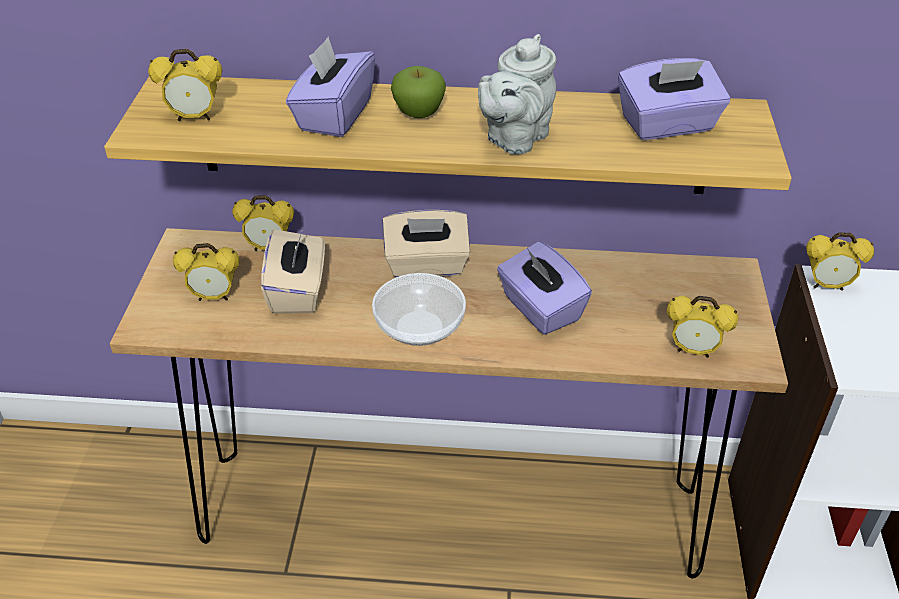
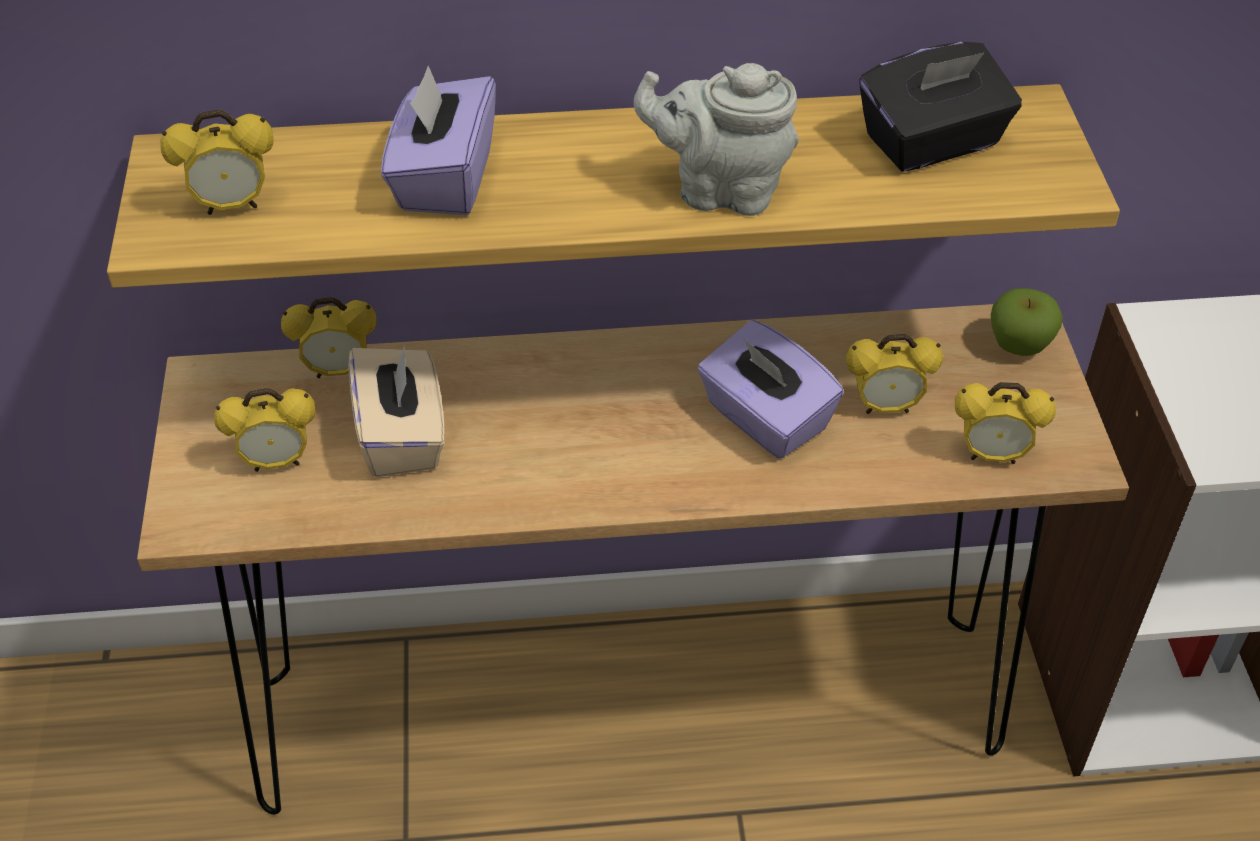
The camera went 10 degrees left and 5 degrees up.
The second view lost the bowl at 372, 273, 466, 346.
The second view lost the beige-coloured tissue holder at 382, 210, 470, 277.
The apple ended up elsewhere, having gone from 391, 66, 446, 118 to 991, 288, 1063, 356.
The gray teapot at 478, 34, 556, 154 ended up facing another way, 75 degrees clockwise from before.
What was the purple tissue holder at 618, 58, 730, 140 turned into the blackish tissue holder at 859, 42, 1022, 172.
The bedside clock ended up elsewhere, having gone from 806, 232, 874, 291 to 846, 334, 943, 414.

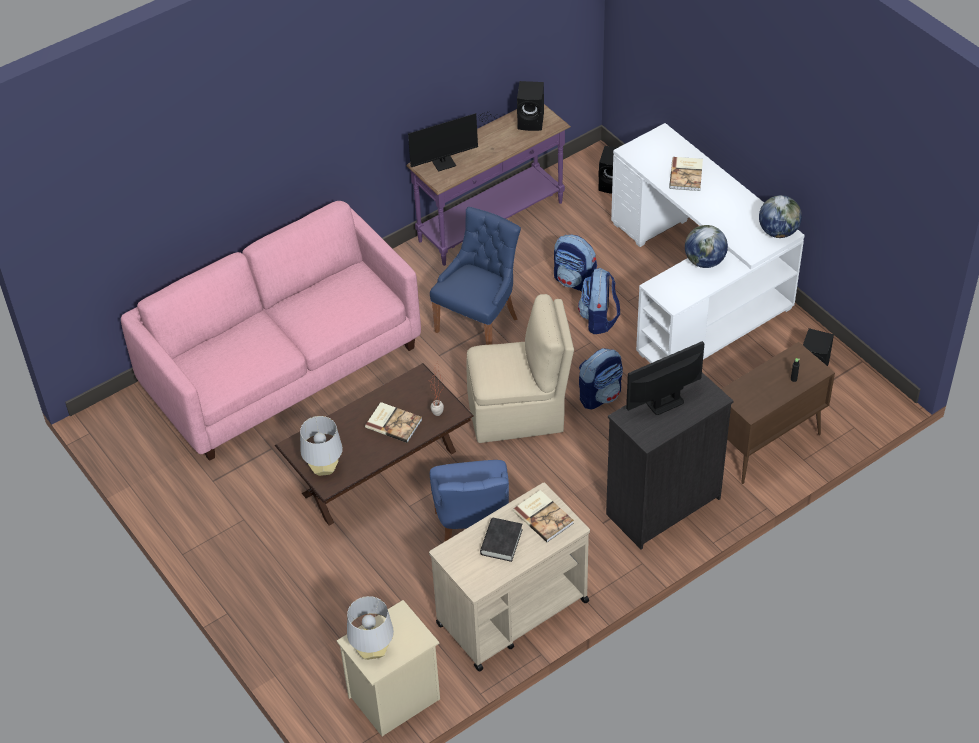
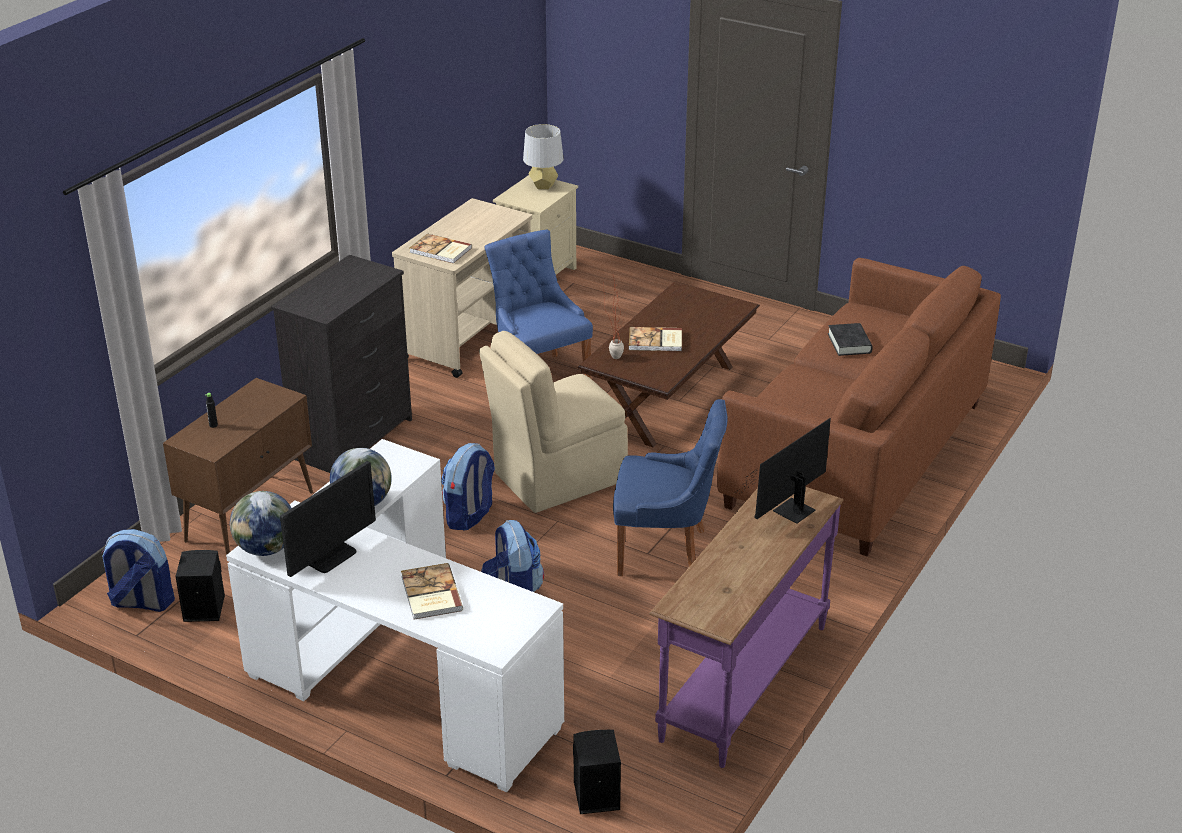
The camera went 155 degrees right and 15 degrees down.
What was the pinkish couch at 121, 201, 421, 461 turned into the brownish couch at 717, 258, 1001, 556.
The second view lost the gray lamp for a table at 300, 416, 343, 476.
The blue-coloured plain chair at 430, 207, 521, 345 ended up facing another way, 90 degrees counterclockwise from before.
The blackish bound book ended up elsewhere, having gone from 480, 518, 523, 562 to 828, 323, 873, 356.
The second view lost the blackish speaker at 517, 81, 544, 131.
The rucksack ended up elsewhere, having gone from 554, 235, 597, 292 to 101, 529, 175, 612.
The monitor ended up elsewhere, having gone from 626, 341, 705, 415 to 280, 461, 376, 577.

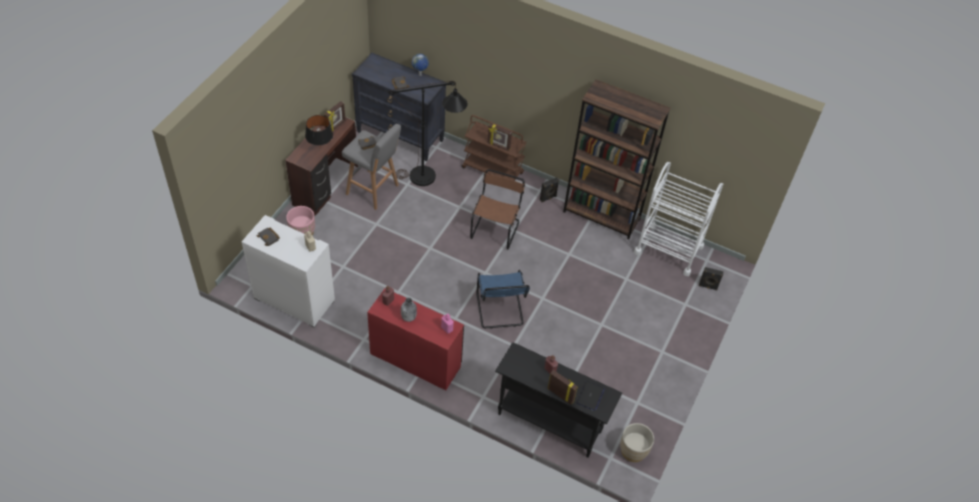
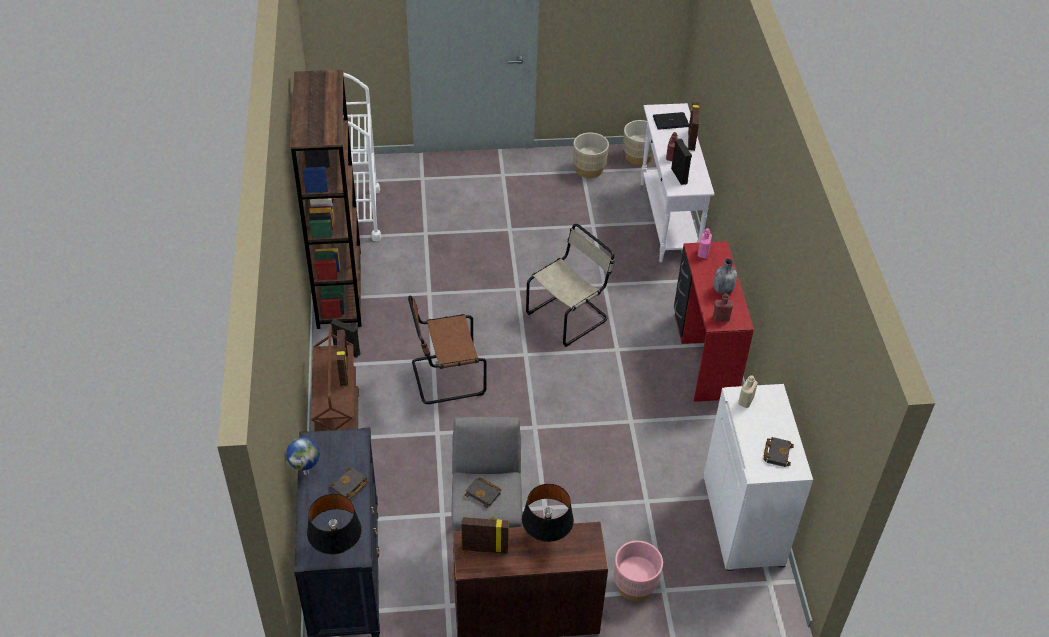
The camera went 120 degrees left and 5 degrees down.
The second view lost the blackish standing lamp at 388, 81, 468, 186.
What was the blue-coloured plain chair at 476, 270, 530, 329 turned into the beige-coloured plain chair at 526, 224, 615, 347.
What was the blackish console table at 495, 342, 622, 458 turned into the white-coloured console table at 641, 103, 715, 262.
The blackish speaker ended up elsewhere, having gone from 699, 267, 724, 290 to 671, 139, 692, 185.
The second view gained the blackish lamp for a table at 307, 494, 362, 554.
The second view gained the beige-coloured flower pot at 573, 133, 609, 178.

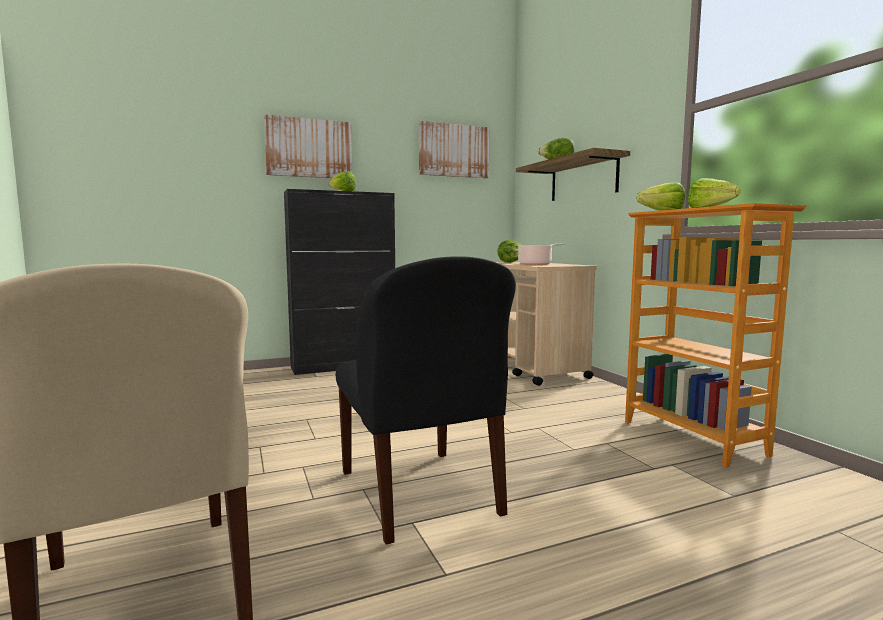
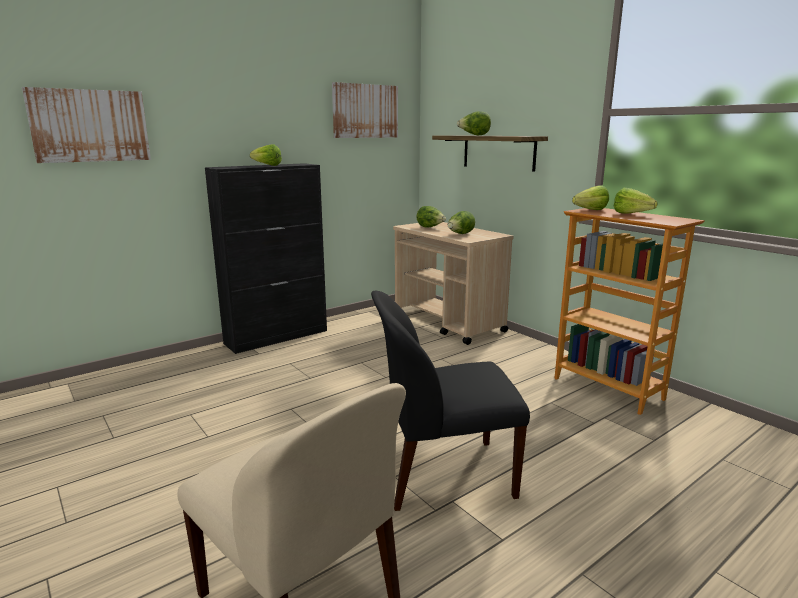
The camera went 15 degrees left and 10 degrees up.
The wall picture ended up elsewhere, having gone from 264, 114, 352, 178 to 22, 87, 151, 163.
The blackish plain chair at 336, 256, 516, 545 ended up facing another way, 120 degrees clockwise from before.
Where the saucepot stood at 517, 243, 565, 265, the lettuce came to stand at 448, 211, 475, 234.

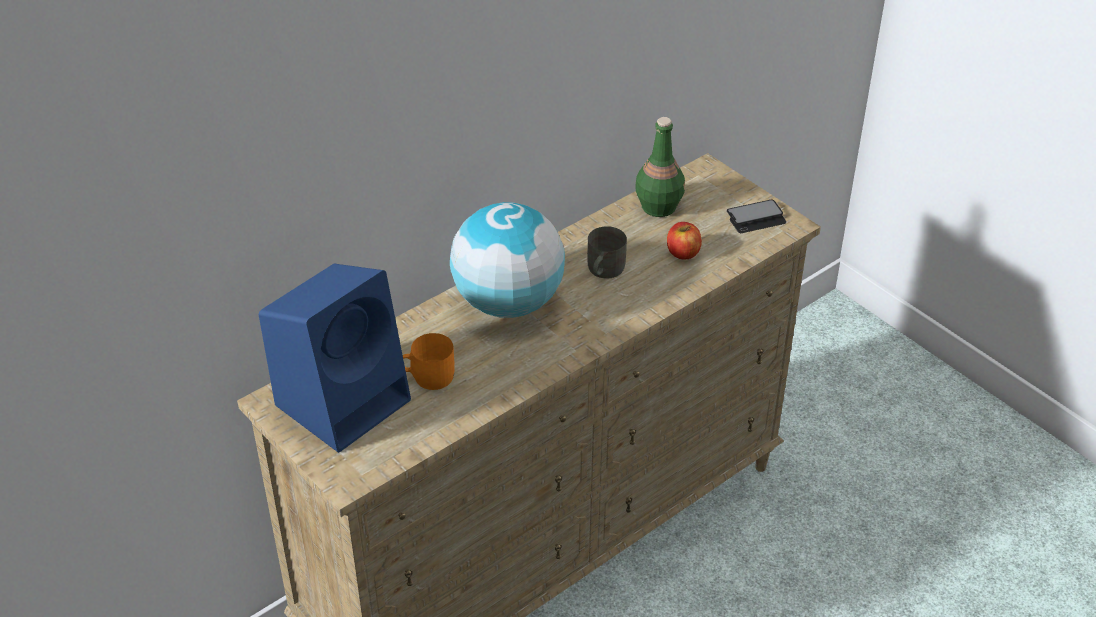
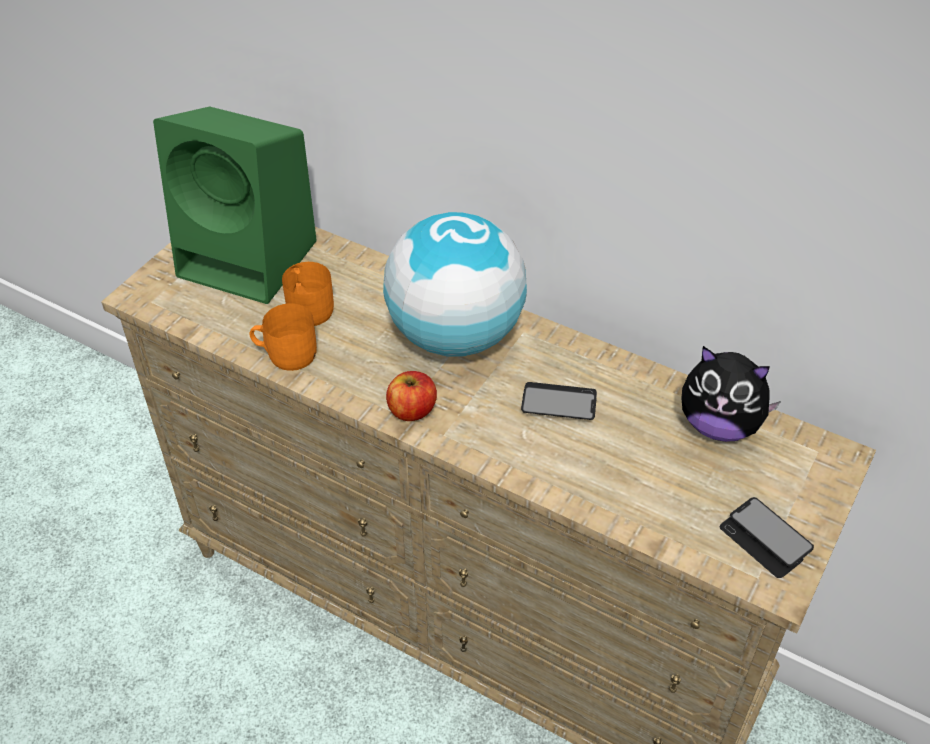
The camera went 70 degrees right and 5 degrees up.
What was the blue-coloured speaker at 259, 264, 411, 453 turned into the greenish speaker at 153, 107, 317, 304.
Where the gray tea mug stood at 587, 226, 627, 279, the telephone came to stand at 521, 382, 597, 420.
Where the greenish drink bottle stood at 635, 117, 685, 217, the plush toy came to stand at 681, 346, 781, 442.
The apple ended up elsewhere, having gone from 667, 222, 702, 260 to 386, 371, 437, 421.
The second view gained the orange tea mug at 250, 303, 317, 371.

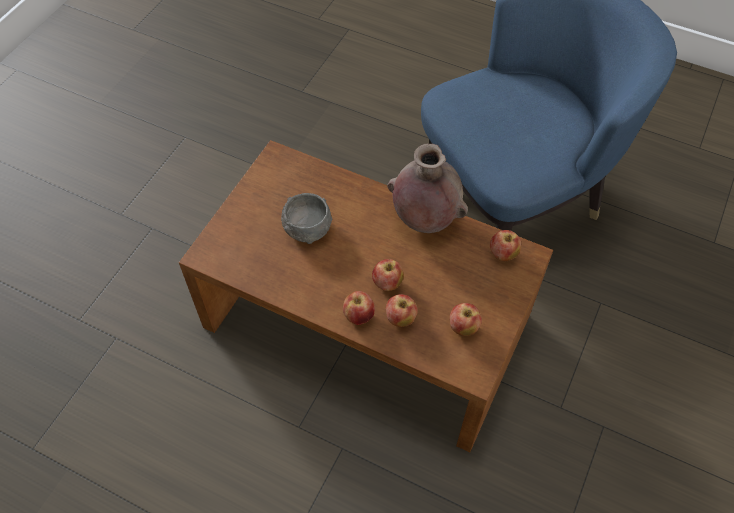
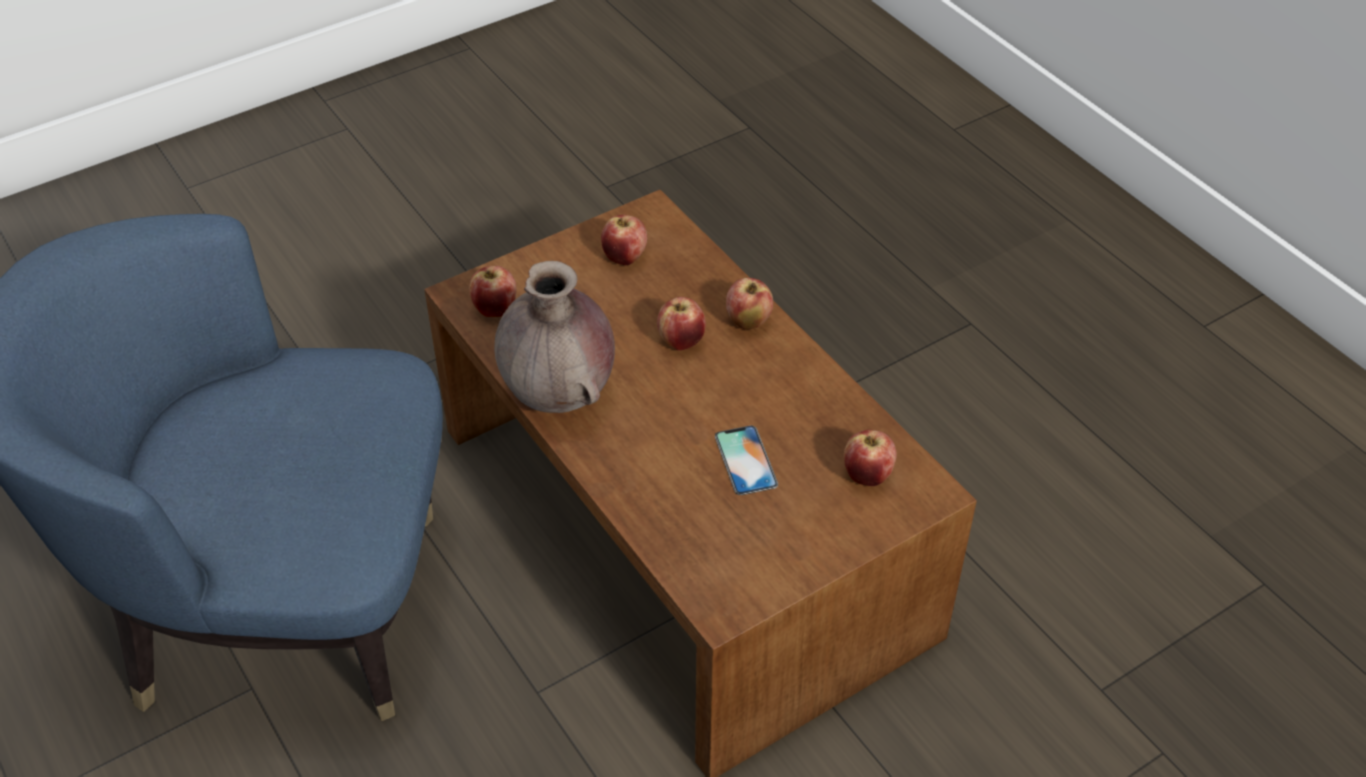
The camera went 150 degrees left and 10 degrees down.
Where the gray bowl stood at 281, 193, 332, 244, the telephone came to stand at 715, 426, 778, 495.
The apple ended up elsewhere, having gone from 386, 294, 418, 327 to 844, 429, 897, 486.

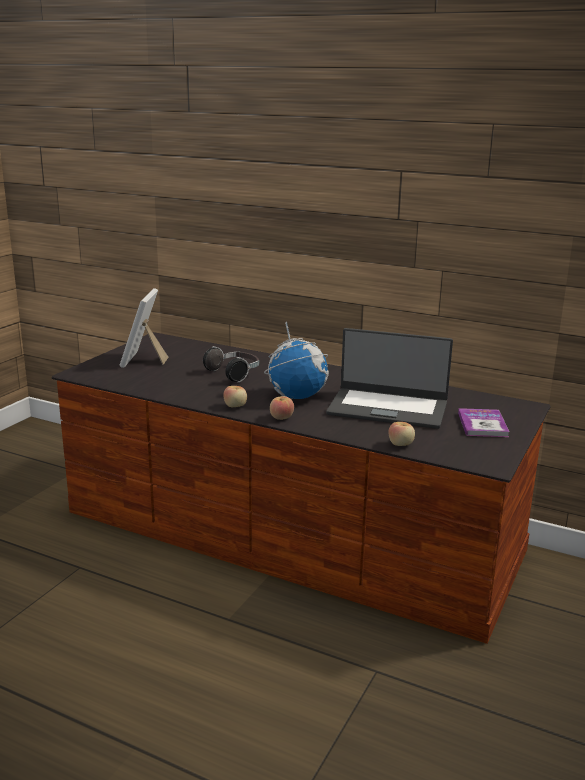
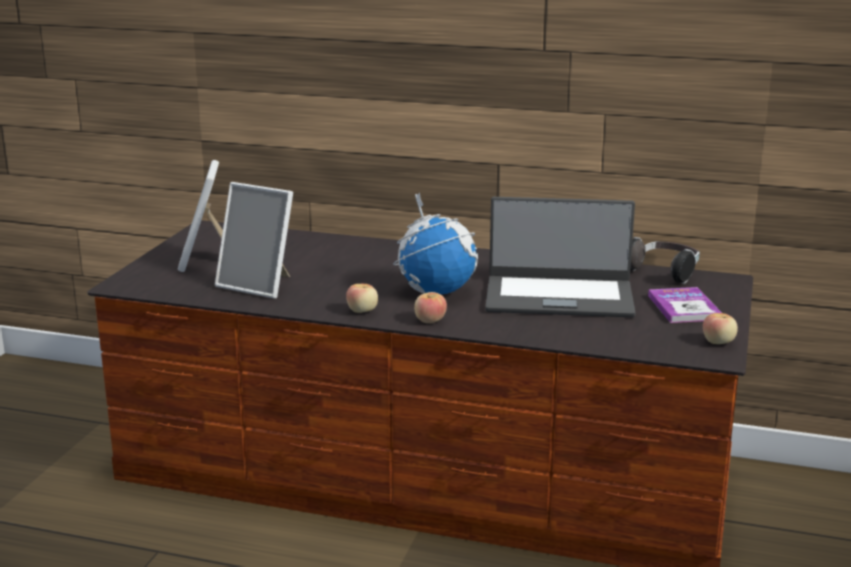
The camera went 10 degrees left and 0 degrees up.
The headphones ended up elsewhere, having gone from 203, 346, 259, 383 to 630, 237, 700, 284.
The apple ended up elsewhere, having gone from 388, 422, 415, 446 to 703, 313, 738, 344.
The second view gained the standing frame at 215, 182, 293, 299.

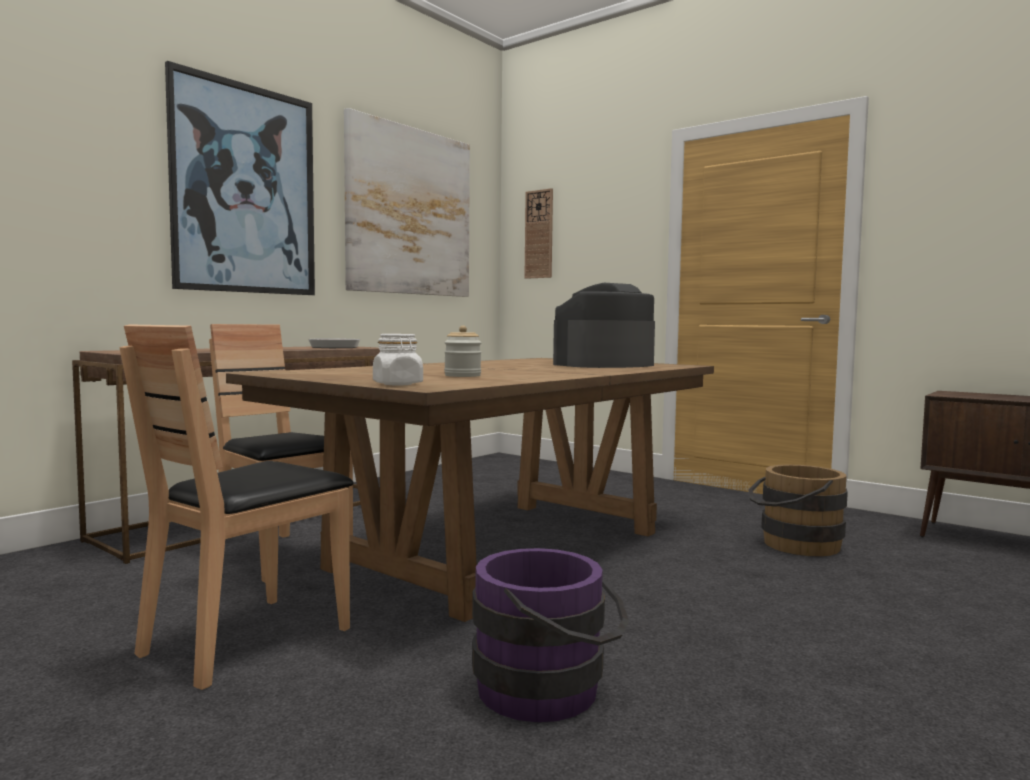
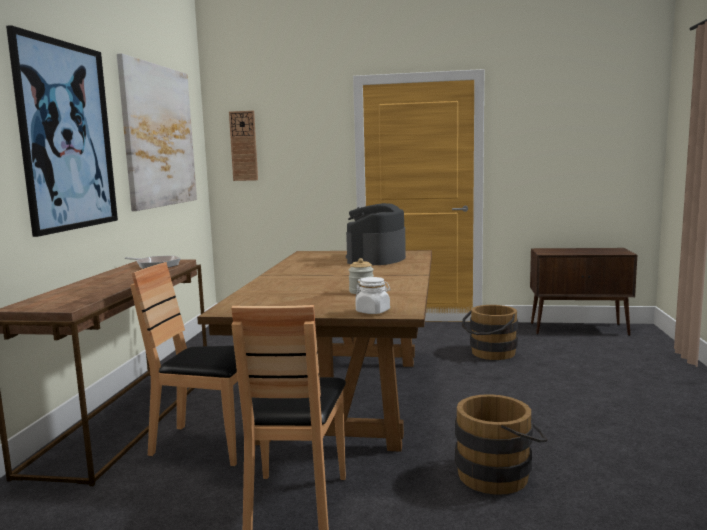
The camera went 30 degrees left and 5 degrees up.
What was the purple water bucket at 472, 548, 629, 722 turned into the brownish water bucket at 455, 394, 548, 495.

